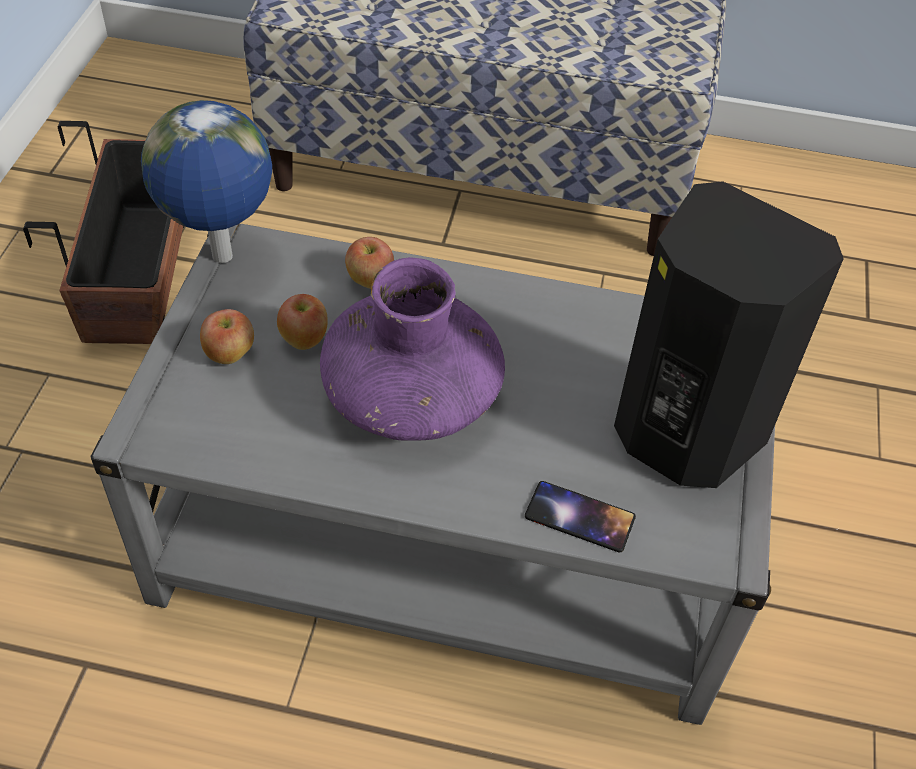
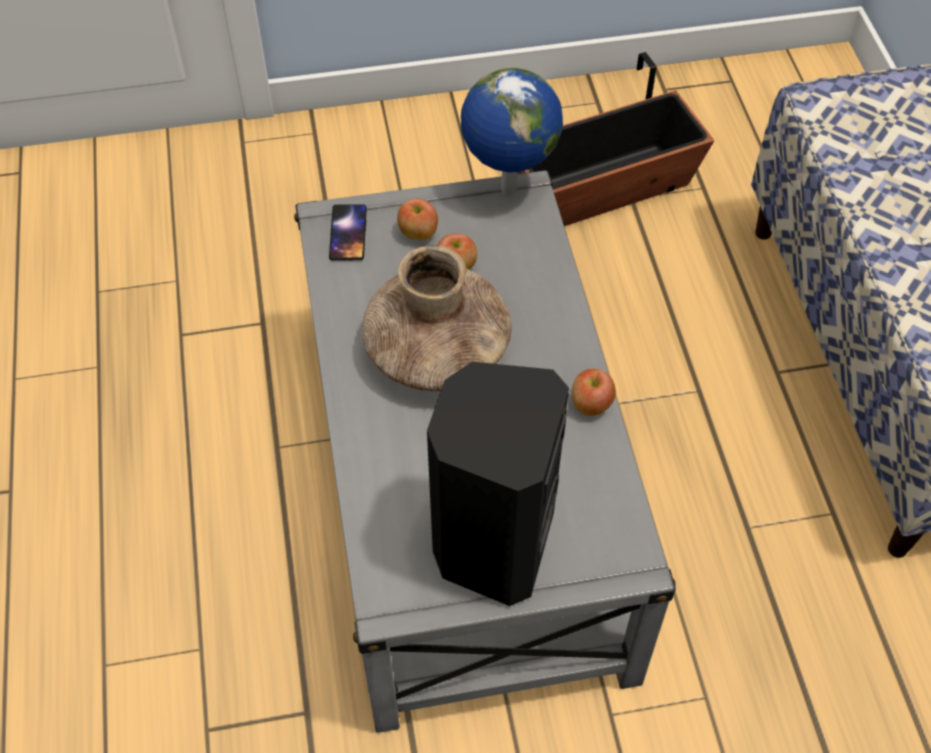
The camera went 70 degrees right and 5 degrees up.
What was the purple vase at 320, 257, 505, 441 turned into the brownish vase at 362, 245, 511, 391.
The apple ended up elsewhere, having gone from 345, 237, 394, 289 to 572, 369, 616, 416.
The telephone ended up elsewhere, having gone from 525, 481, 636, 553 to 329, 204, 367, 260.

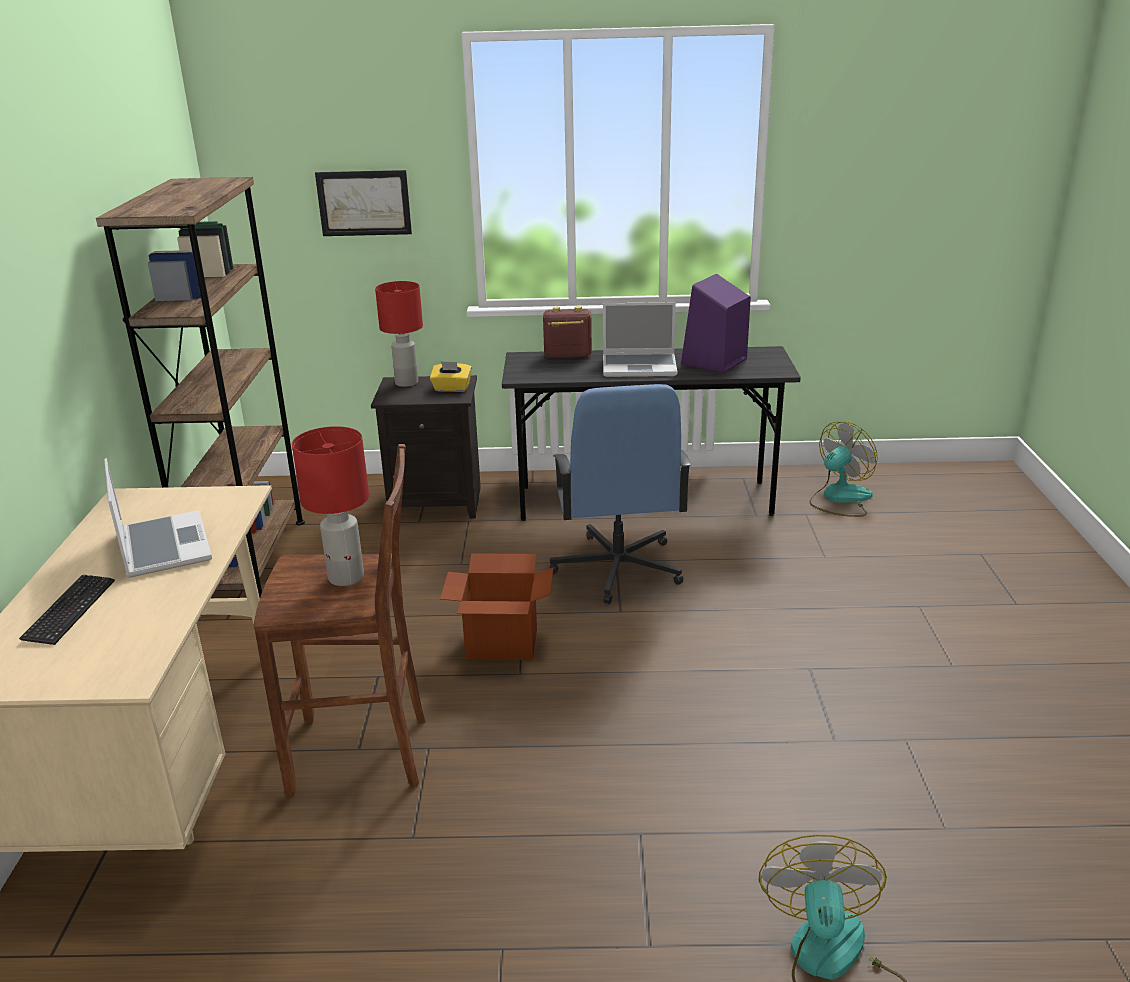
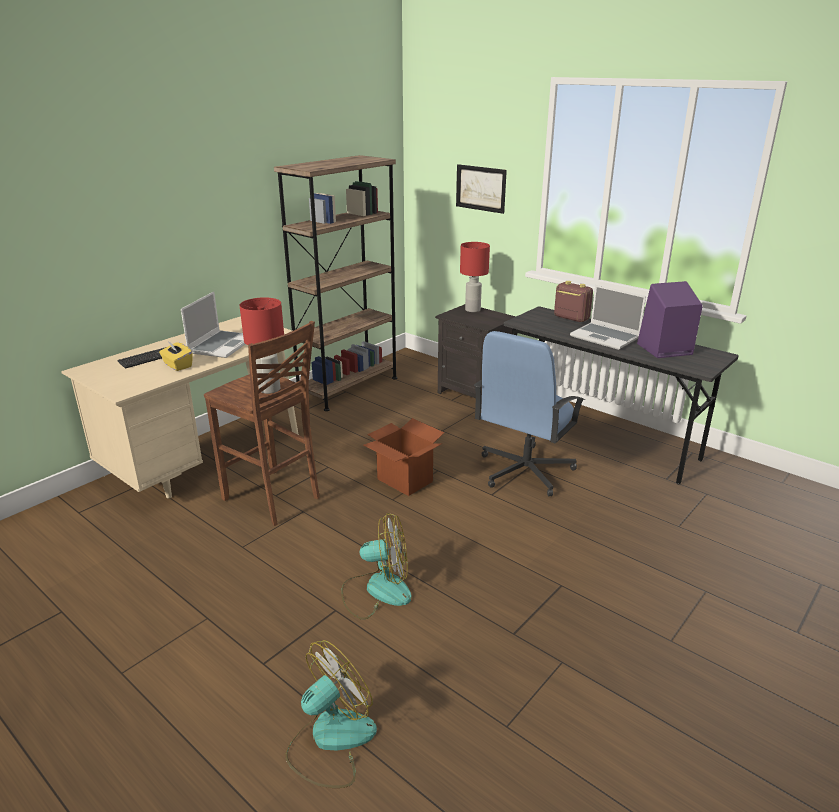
The camera went 40 degrees right and 0 degrees up.
The yellow-coloured tissue holder ended up elsewhere, having gone from 430, 361, 472, 392 to 159, 341, 193, 371.
The electric fan ended up elsewhere, having gone from 809, 422, 877, 517 to 341, 513, 412, 620.

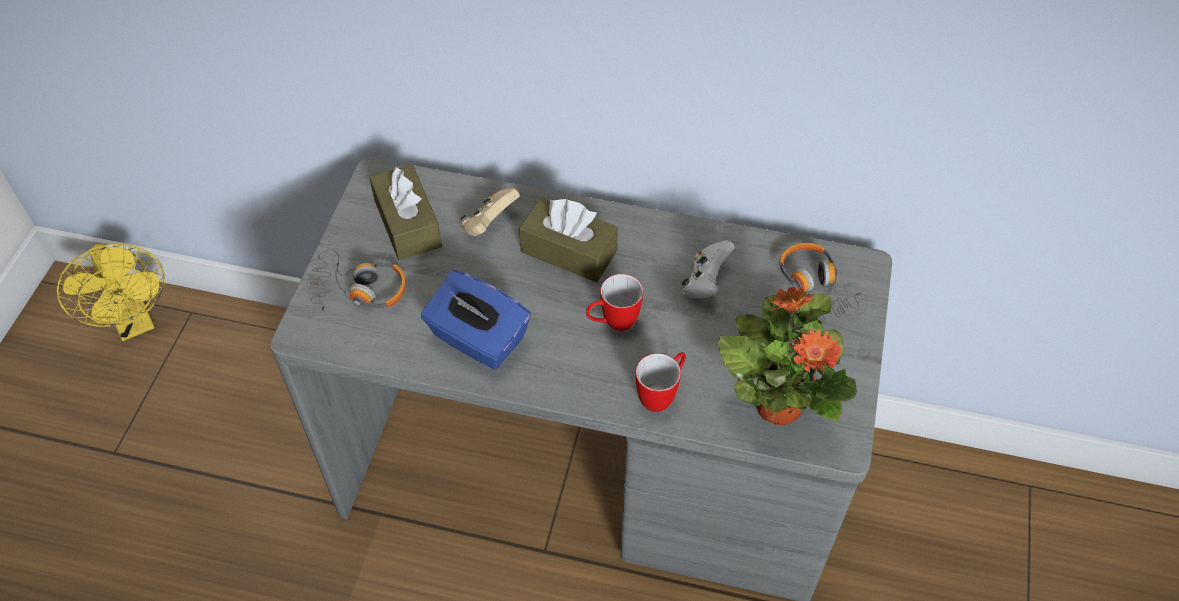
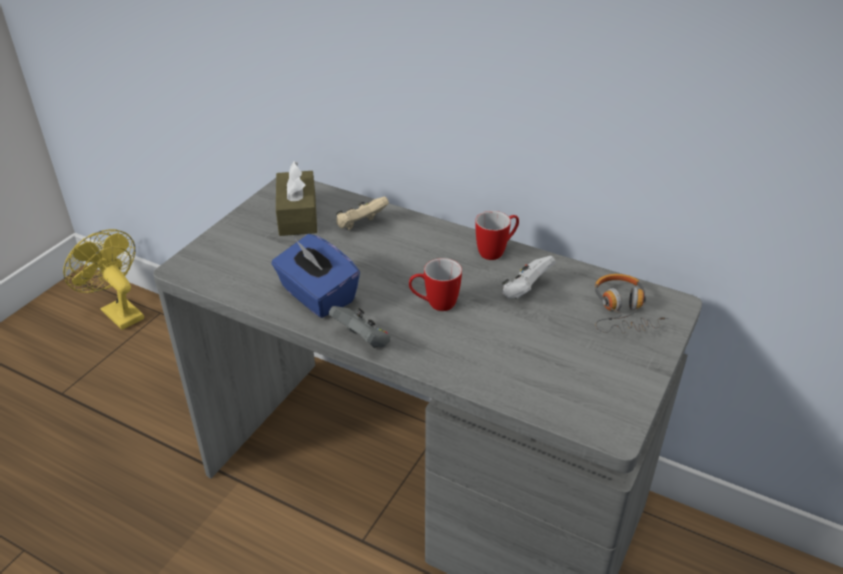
The camera went 15 degrees right and 15 degrees down.
The yellow-coloured electric fan at 57, 244, 165, 341 ended up facing another way, 150 degrees clockwise from before.
The second view lost the headphones at 310, 249, 406, 315.
The second view lost the brownish tissue holder at 519, 198, 618, 282.
The tea mug ended up elsewhere, having gone from 636, 352, 686, 412 to 475, 211, 519, 260.
The second view lost the plant in a pot at 718, 287, 857, 425.
The second view gained the gray joypad at 329, 306, 390, 348.

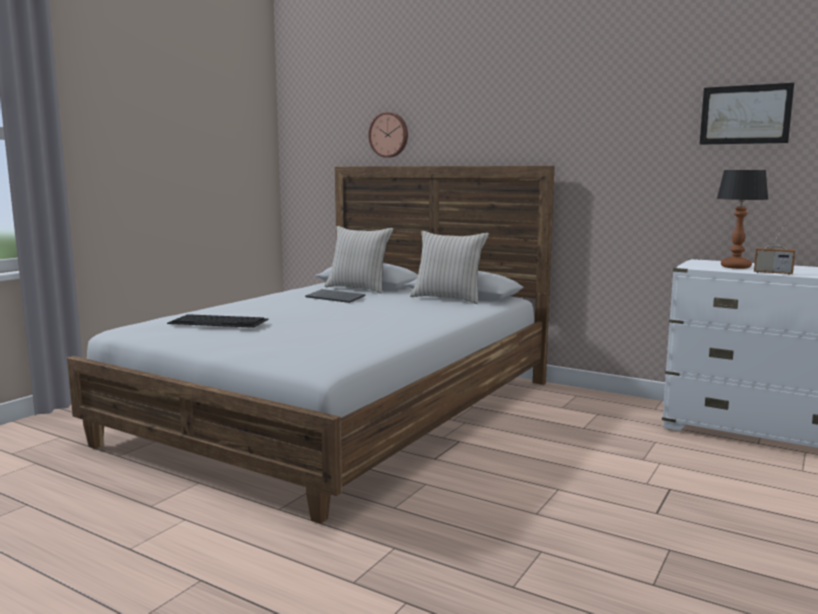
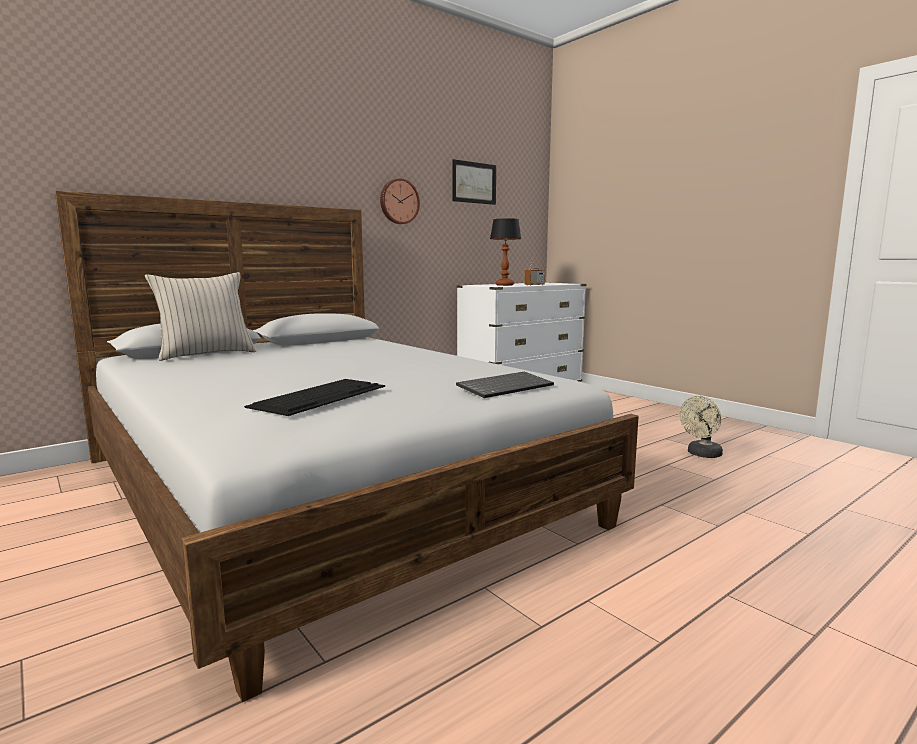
The camera went 70 degrees left and 0 degrees up.
The computer keyboard ended up elsewhere, having gone from 305, 289, 366, 303 to 456, 371, 554, 398.
The hanging clock ended up elsewhere, having gone from 368, 112, 408, 158 to 380, 178, 420, 224.
The second view lost the beige-coloured cushion at 410, 231, 489, 304.
The second view gained the beige-coloured electric fan at 679, 396, 723, 458.

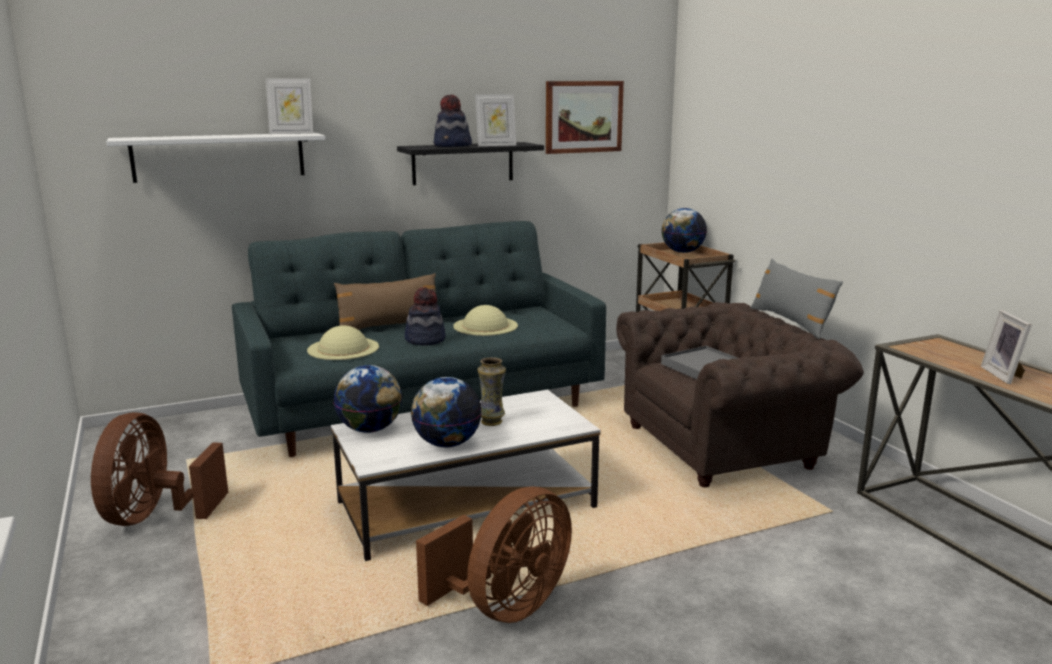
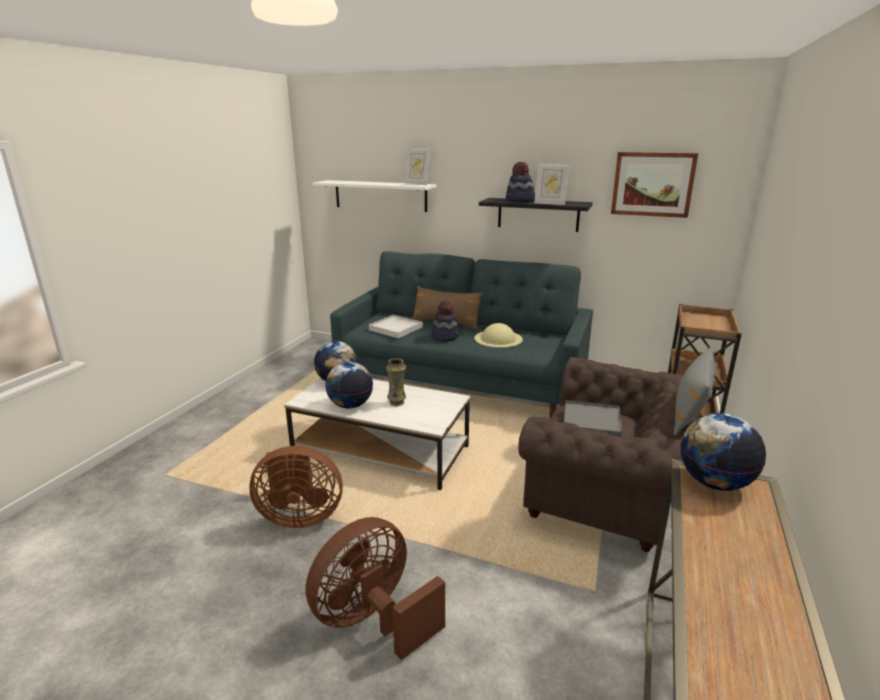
The camera went 45 degrees right and 5 degrees up.
The brownish electric fan ended up elsewhere, having gone from 91, 412, 228, 526 to 306, 517, 445, 660.
Where the beige-coloured wearable hat stood at 307, 325, 379, 360, the white-coloured carrying tray came to stand at 369, 315, 423, 338.
The world globe ended up elsewhere, having gone from 661, 208, 707, 253 to 680, 413, 766, 491.
The second view lost the standing frame at 981, 310, 1032, 384.

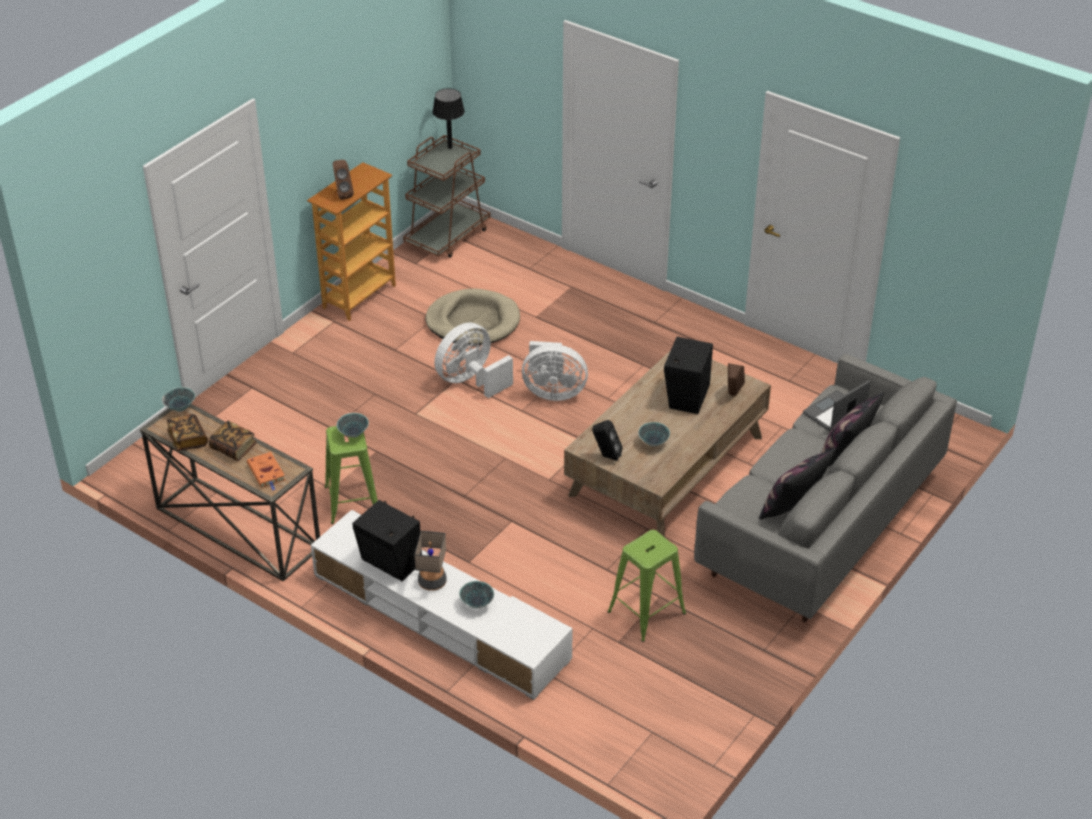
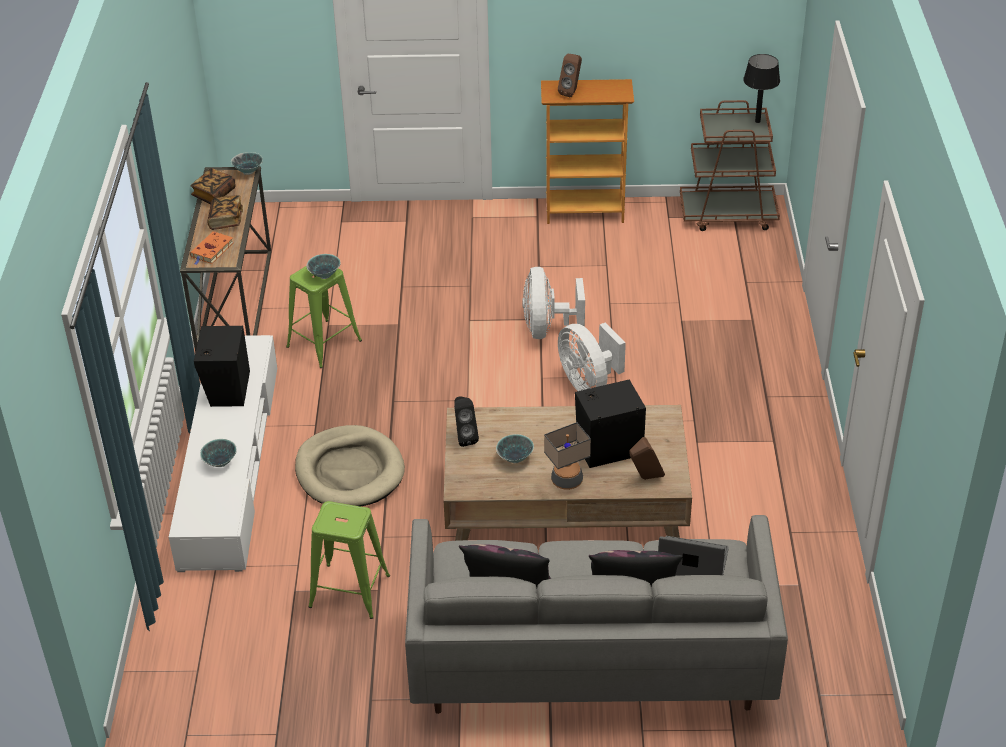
The camera went 55 degrees right and 0 degrees up.
The lamp for a table ended up elsewhere, having gone from 415, 531, 447, 591 to 544, 422, 591, 490.
The beige-coloured pet bed ended up elsewhere, having gone from 425, 289, 520, 346 to 295, 425, 405, 507.
The white-coloured electric fan at 435, 322, 513, 398 ended up facing another way, 105 degrees counterclockwise from before.

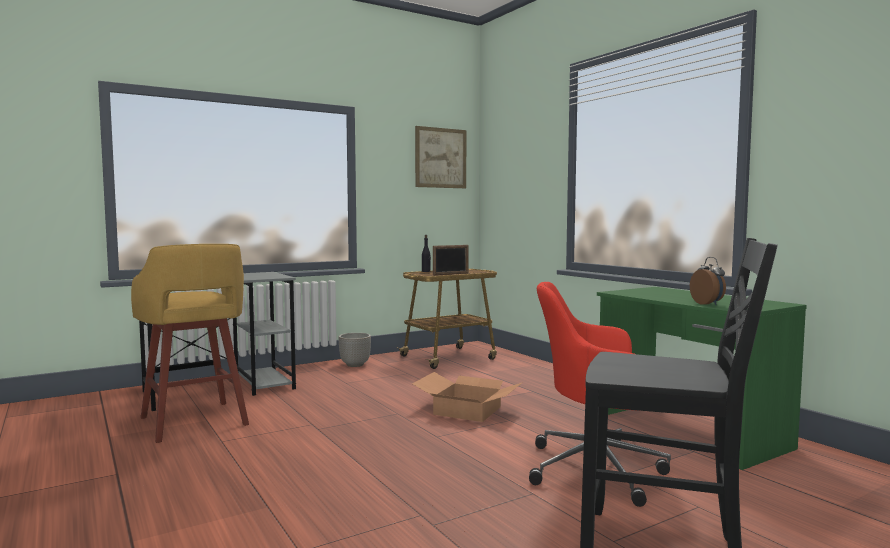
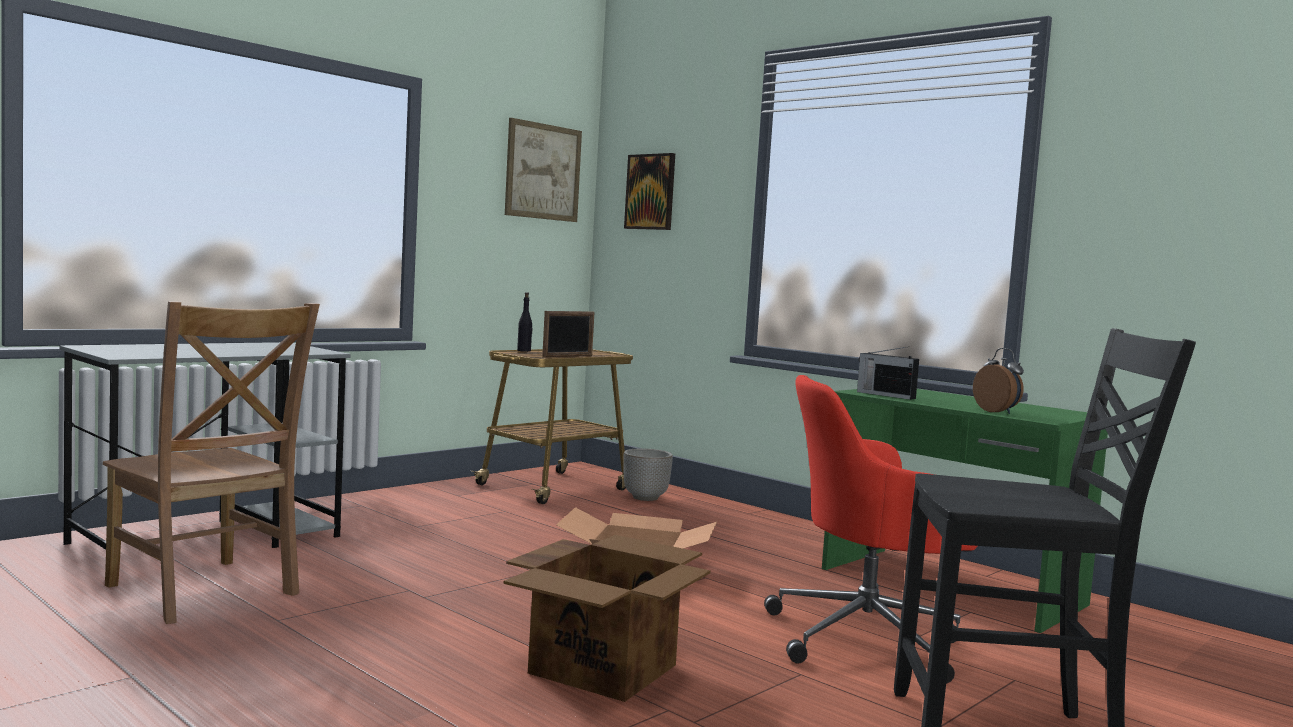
The camera went 15 degrees left and 0 degrees up.
Where the yellow-coloured stool seat stood at 131, 244, 249, 443, the brownish plain chair came to stand at 103, 301, 320, 624.
The flower pot ended up elsewhere, having gone from 338, 333, 371, 367 to 623, 448, 673, 501.
The second view gained the carton at 504, 535, 711, 702.
The second view gained the wall picture at 624, 153, 675, 230.
The second view gained the radio at 857, 346, 919, 400.

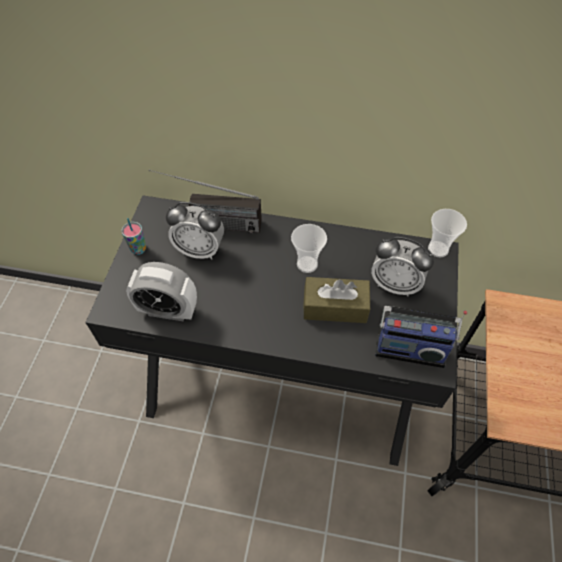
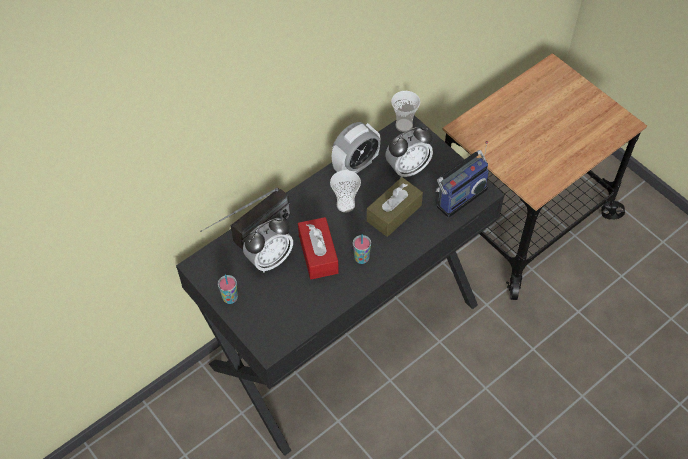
The camera went 50 degrees left and 0 degrees up.
The bedside clock ended up elsewhere, having gone from 126, 262, 197, 321 to 332, 122, 381, 174.
The second view gained the red tissue holder at 298, 217, 339, 279.
The second view gained the cup at 353, 234, 371, 264.

